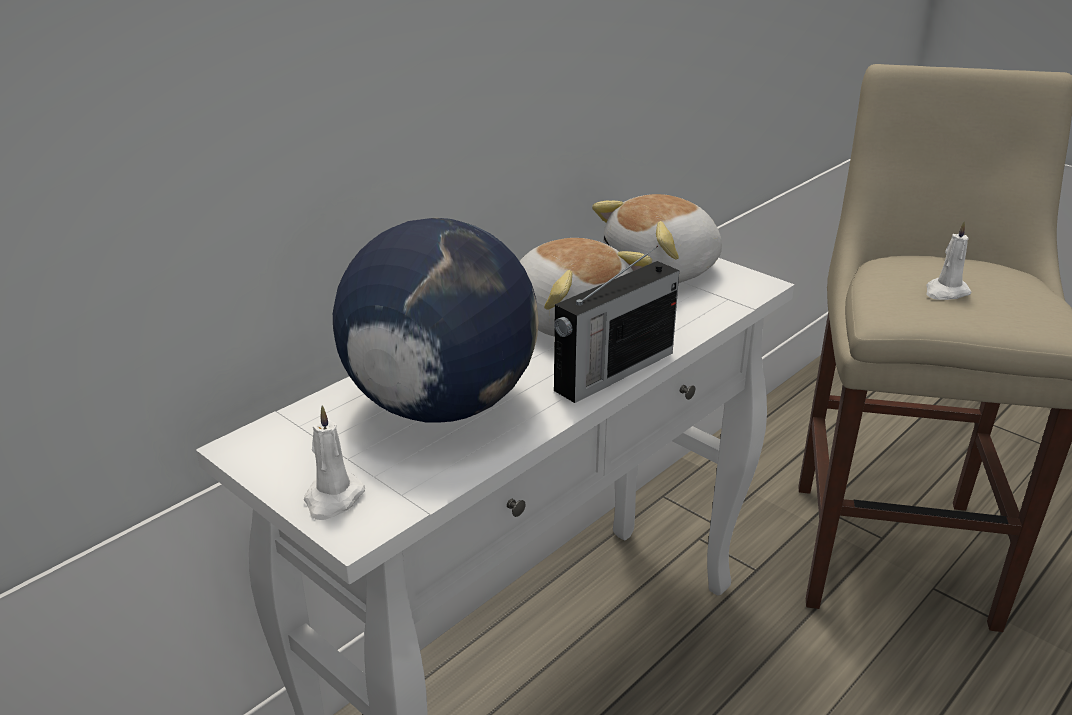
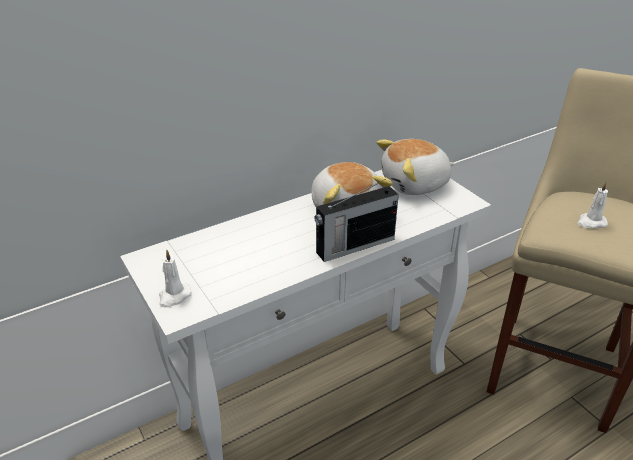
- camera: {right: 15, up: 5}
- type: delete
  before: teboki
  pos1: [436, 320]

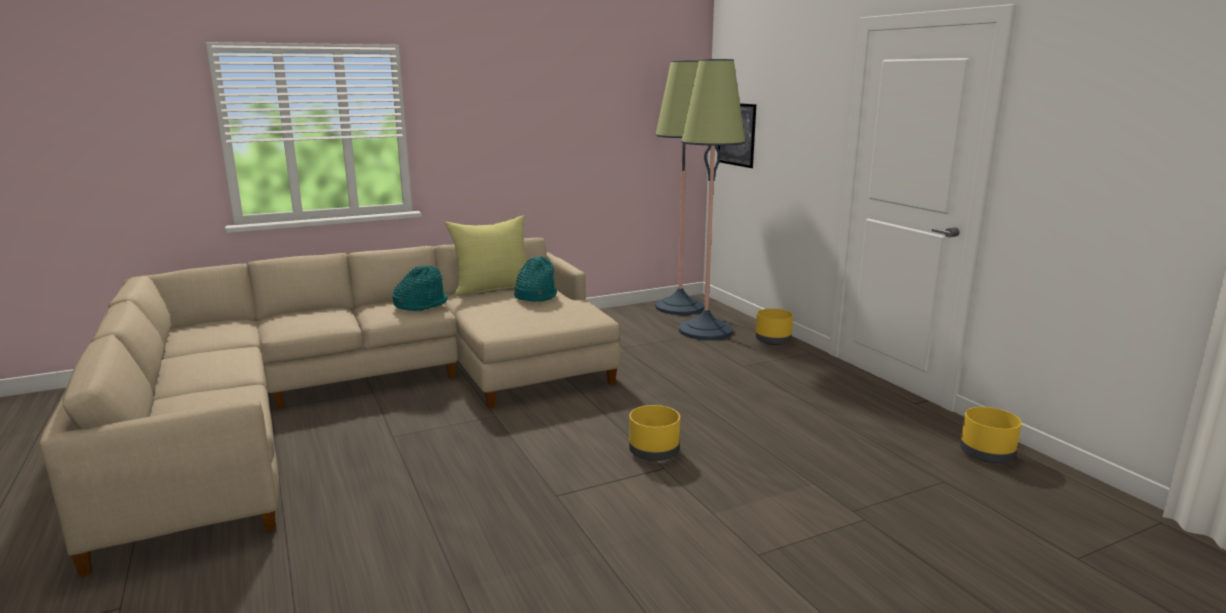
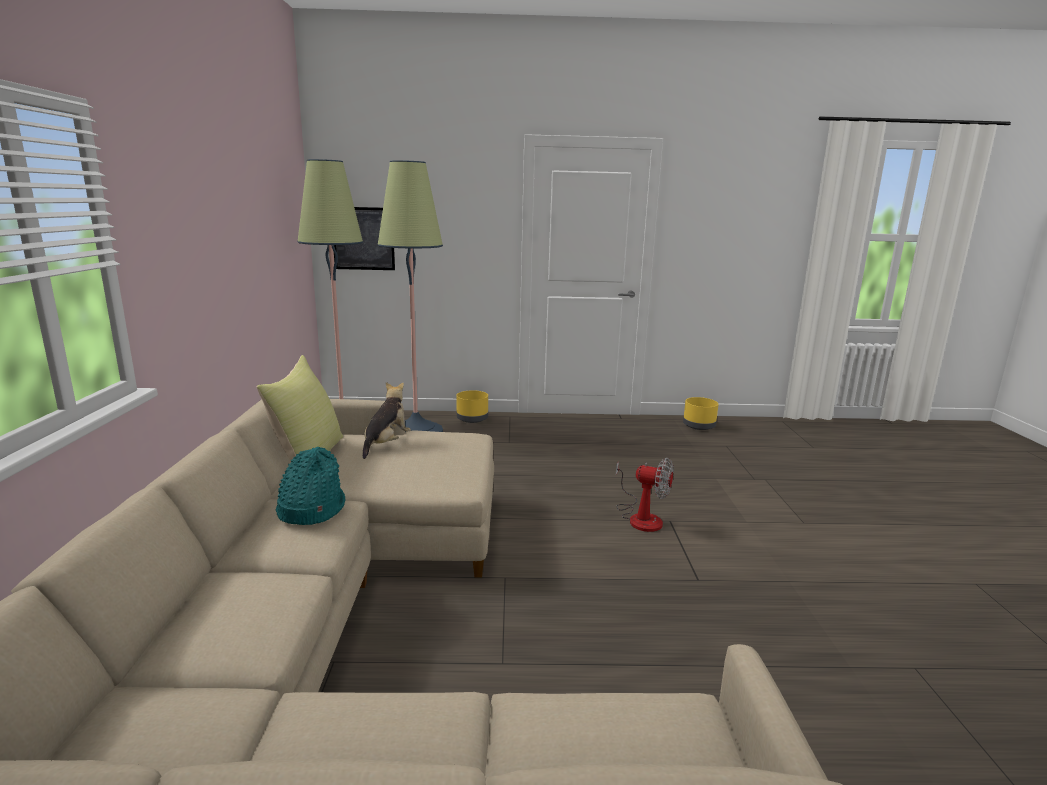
- camera: {right: -65, up: 0}
- type: replace
  before: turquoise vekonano
  after: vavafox
  pos1: [535, 278]
  pos2: [387, 420]
- type: replace
  before: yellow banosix
  after: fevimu
  pos1: [654, 433]
  pos2: [645, 495]

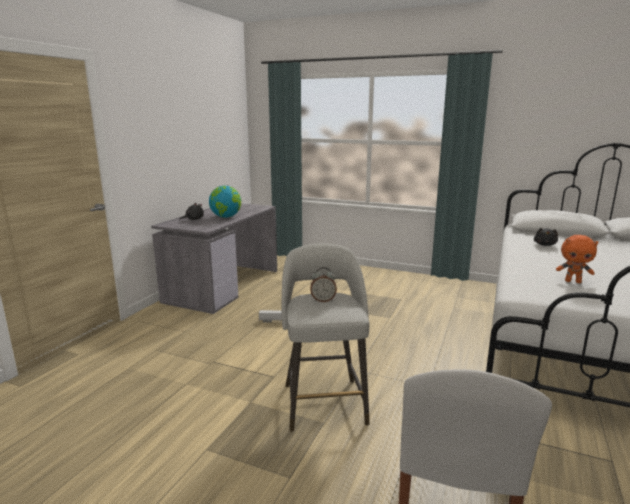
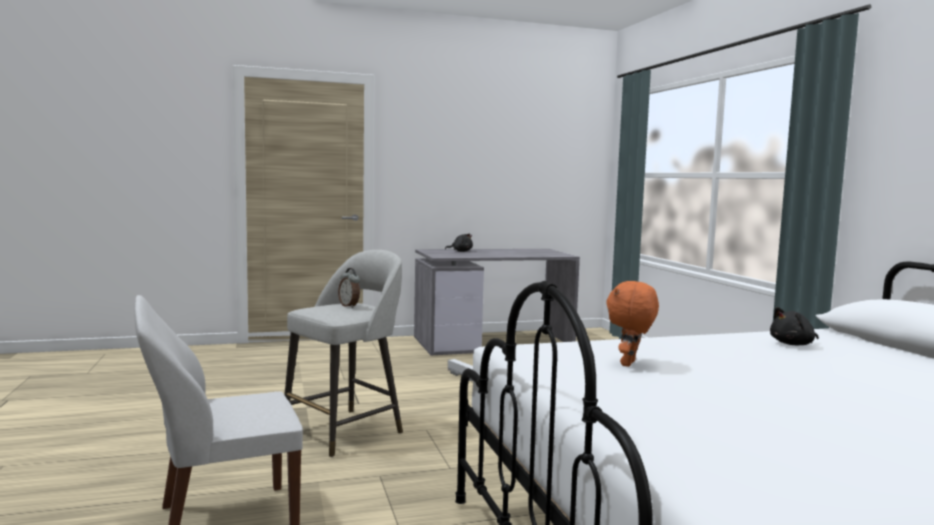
- camera: {right: 50, up: -10}
- type: delete
  before: teboki
  pos1: [225, 202]
- type: rotate
  before: orange vavafox
  pos1: [577, 259]
  pos2: [632, 324]
  turn: 45

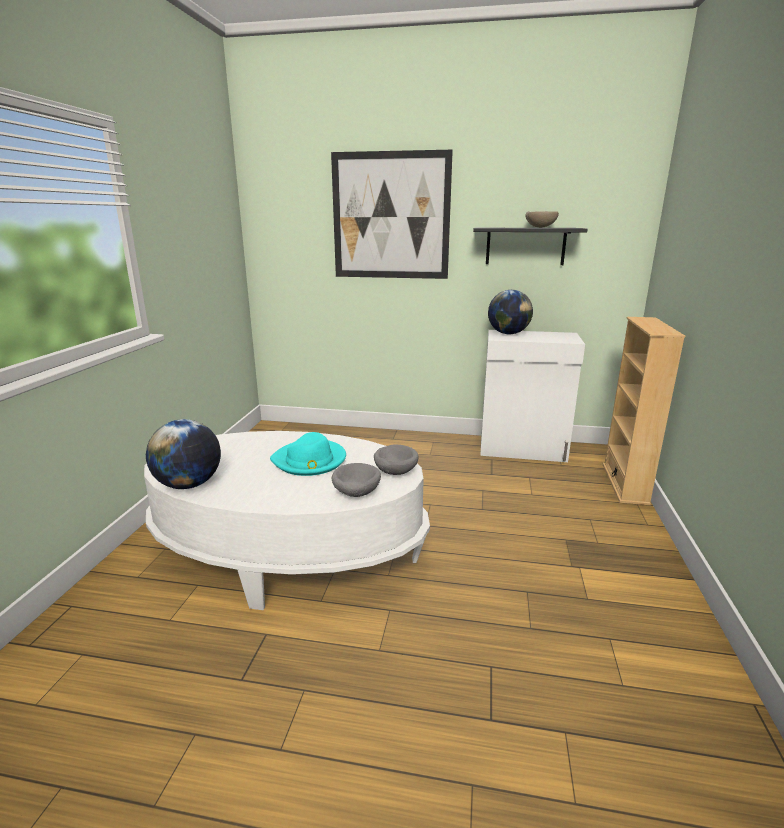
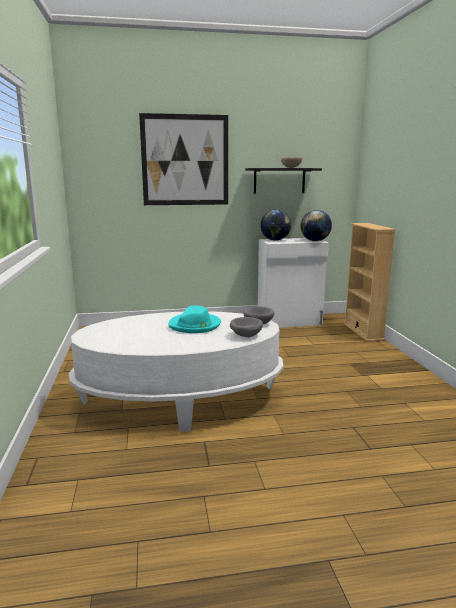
- camera: {right: -20, up: -5}
- type: move
  before: teboki
  pos1: [183, 454]
  pos2: [316, 225]

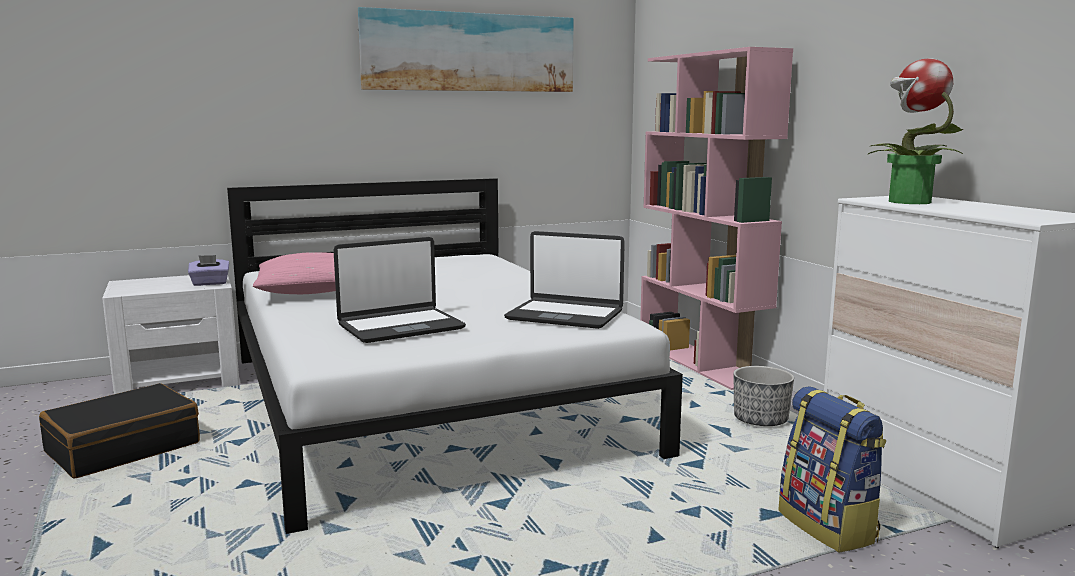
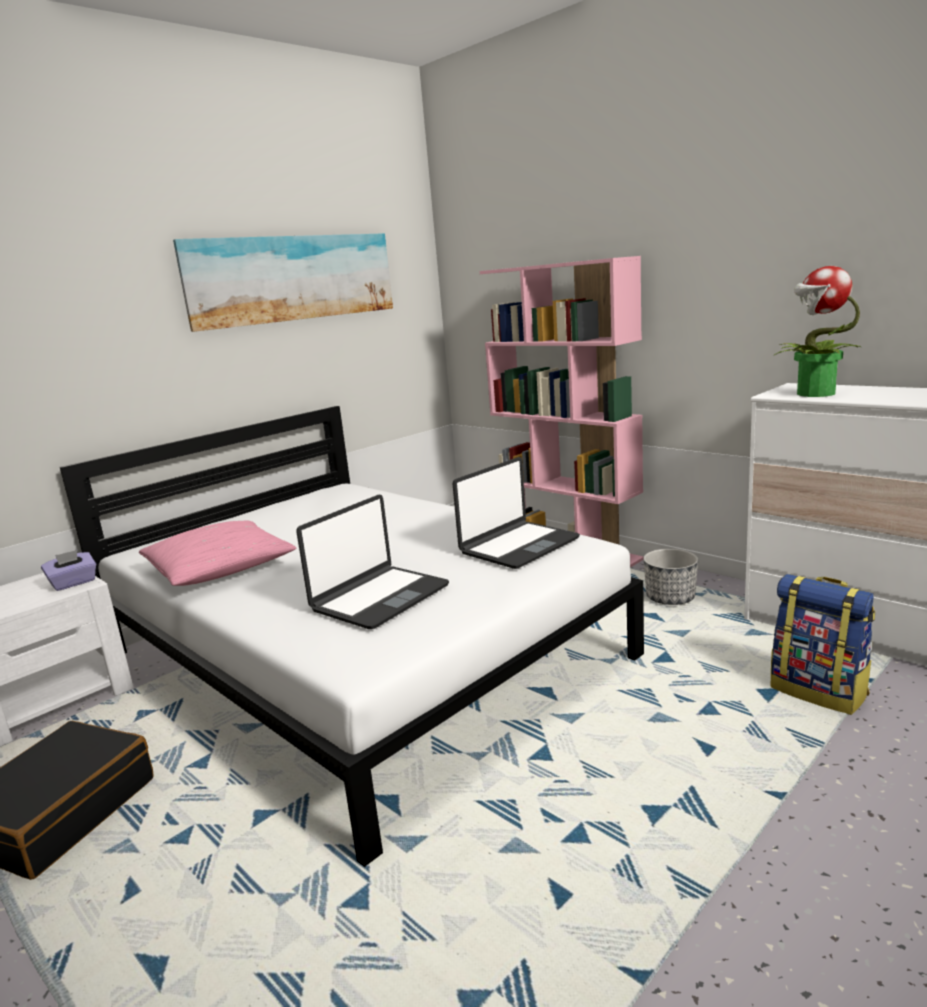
- camera: {right: -20, up: 5}
- type: rotate
  before: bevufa
  pos1: [564, 280]
  pos2: [516, 513]
  turn: -45

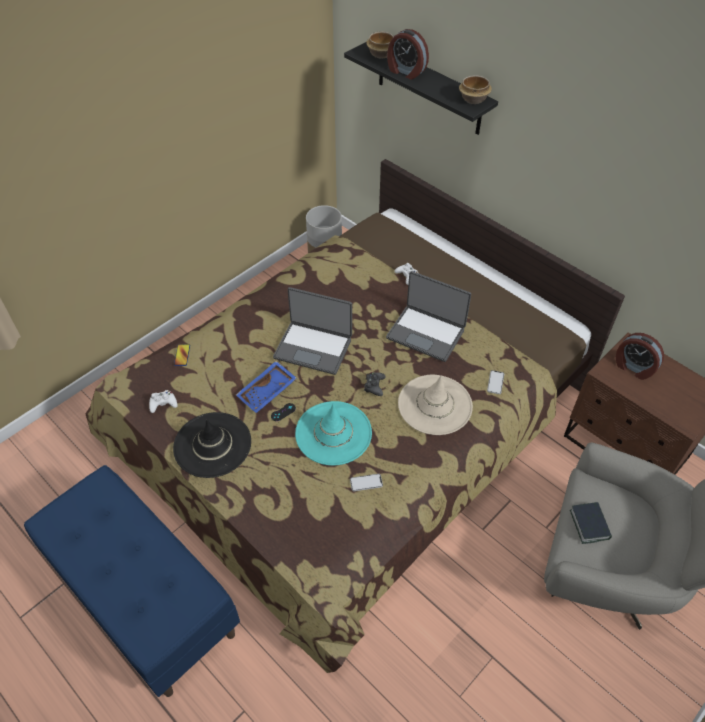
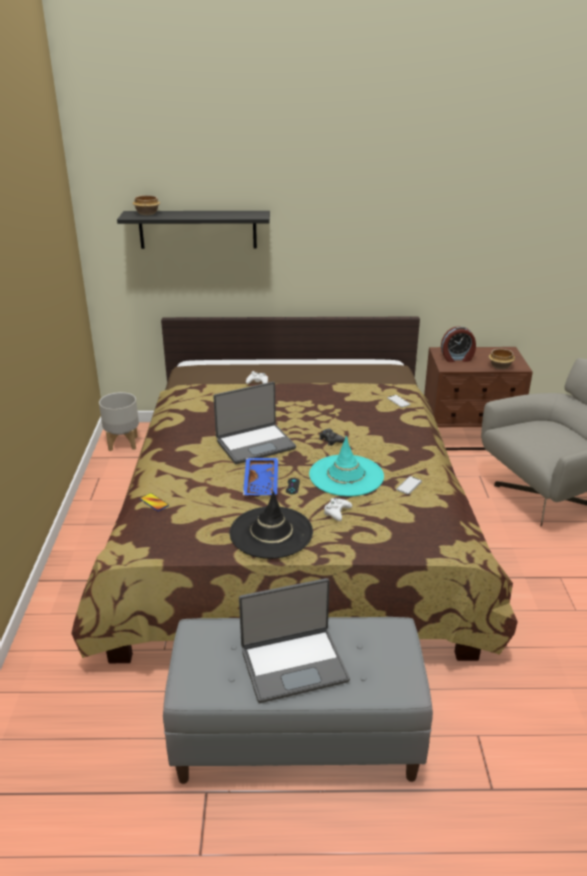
- camera: {right: -45, up: -20}
- type: delete
  before: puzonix
  pos1: [408, 54]
- type: delete
  before: beige vekonano
  pos1: [435, 404]
- type: delete
  before: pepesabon
  pos1: [591, 523]
- type: move
  before: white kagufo
  pos1: [163, 401]
  pos2: [338, 509]
- type: move
  before: bevufa
  pos1: [428, 316]
  pos2: [294, 640]
- type: move
  before: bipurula
  pos1: [475, 89]
  pos2: [502, 359]
- type: recolor
  before: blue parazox
  after: grey parazox
  pos1: [132, 581]
  pos2: [298, 700]

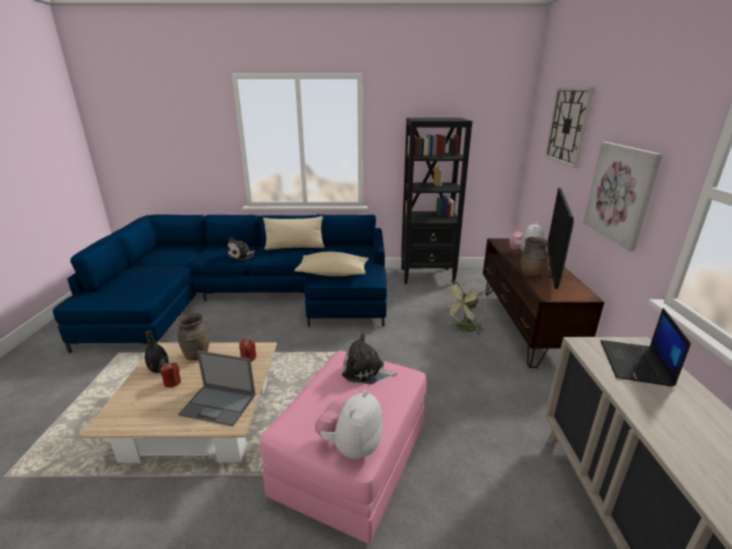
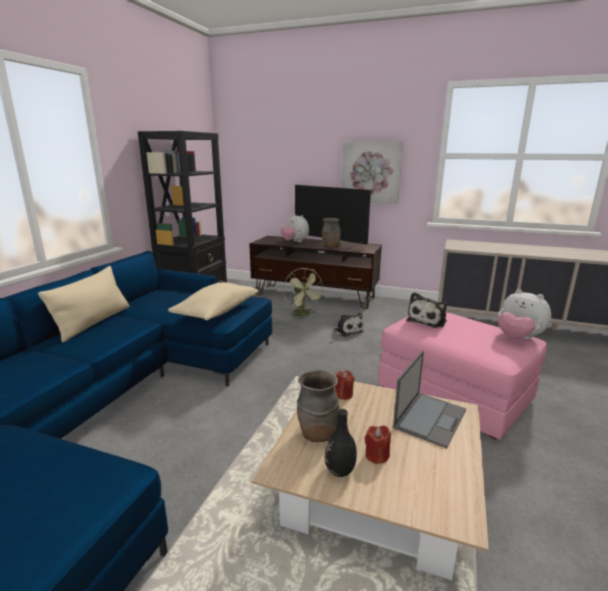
- camera: {right: -70, up: -5}
- type: delete
  before: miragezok
  pos1: [570, 127]
- type: delete
  before: bevufa
  pos1: [646, 347]
- type: move
  before: vavafox
  pos1: [241, 248]
  pos2: [349, 325]

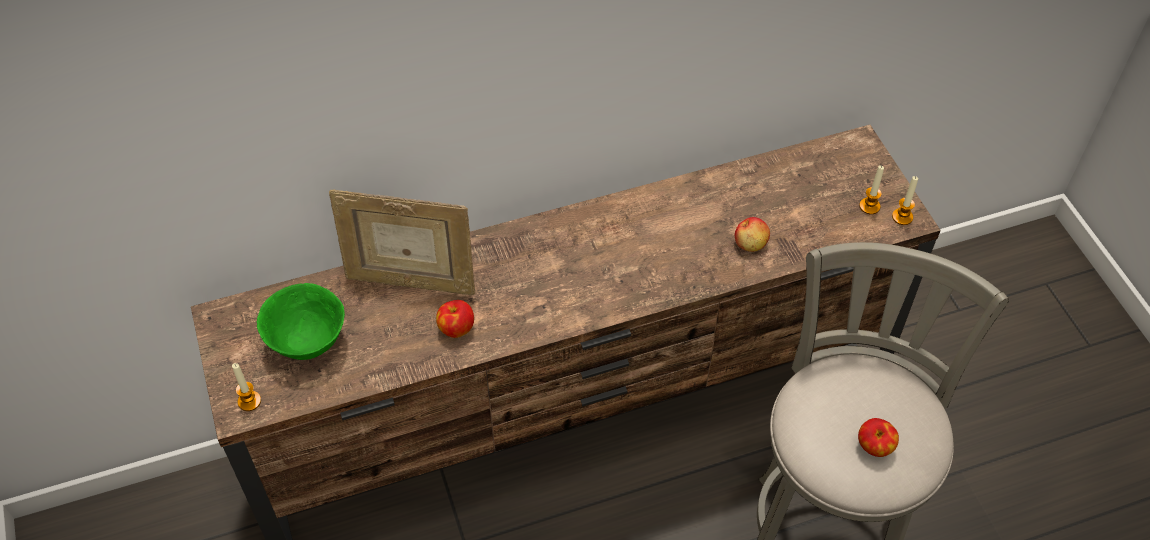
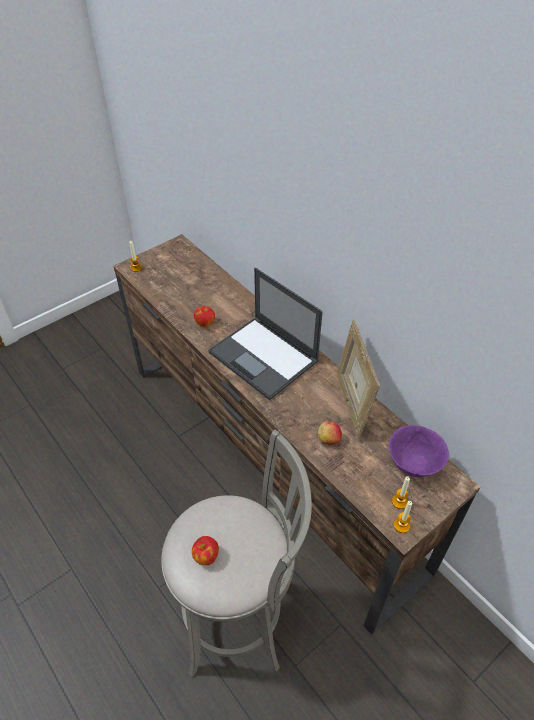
- camera: {right: 70, up: -5}
- type: delete
  before: green bipurula
  pos1: [301, 321]
- type: insert
  after: bevufa
  pos2: [265, 334]
- type: insert
  after: purple bipurula
  pos2: [419, 451]
- type: move
  before: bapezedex
  pos1: [402, 242]
  pos2: [358, 379]

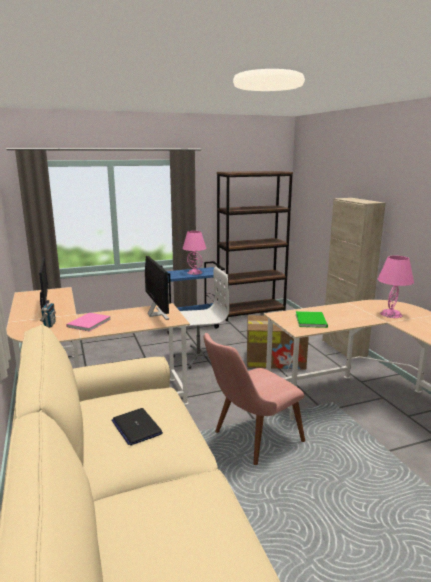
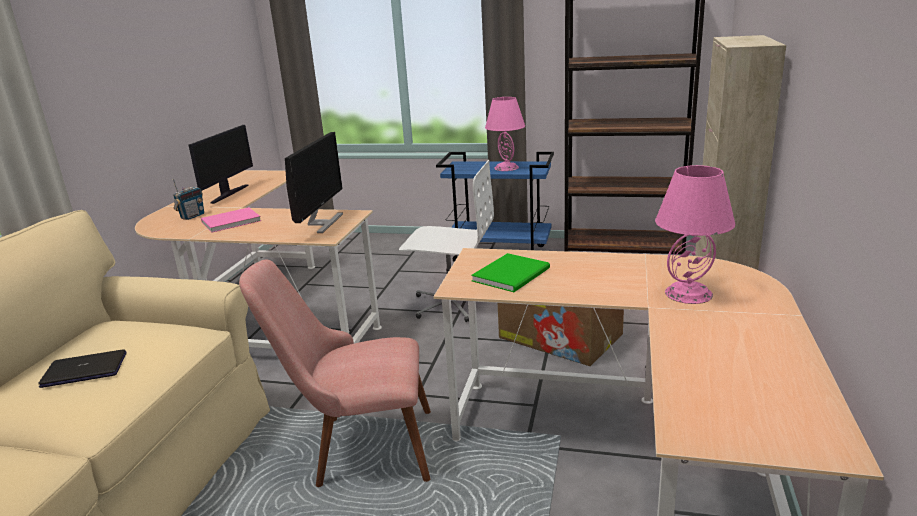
- camera: {right: 35, up: 5}
- type: rotate
  before: bevufa
  pos1: [137, 426]
  pos2: [82, 368]
  turn: 75

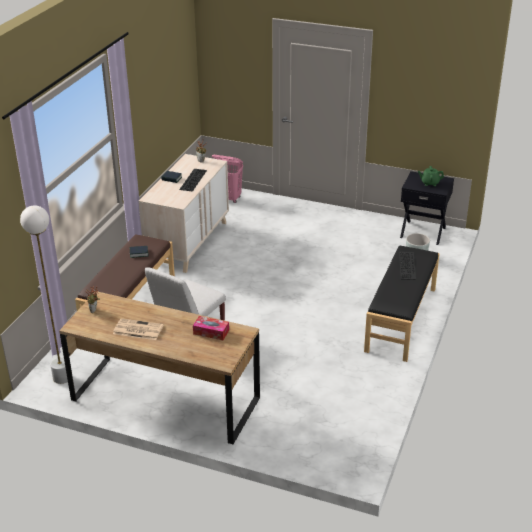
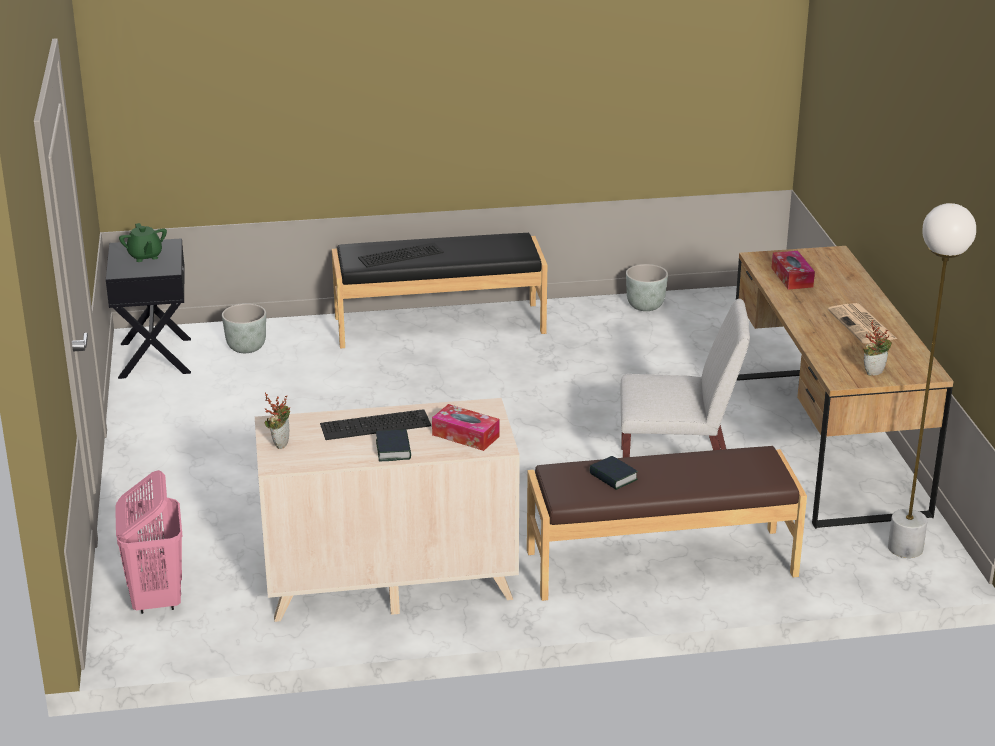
- camera: {right: -120, up: -5}
- type: insert
  after: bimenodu
  pos2: [466, 427]
- type: insert
  after: grey banosix
  pos2: [647, 287]

